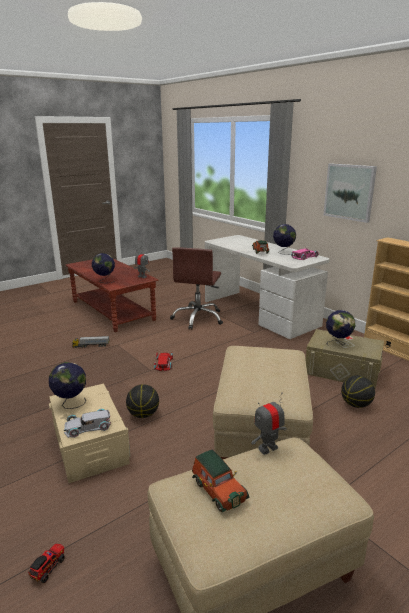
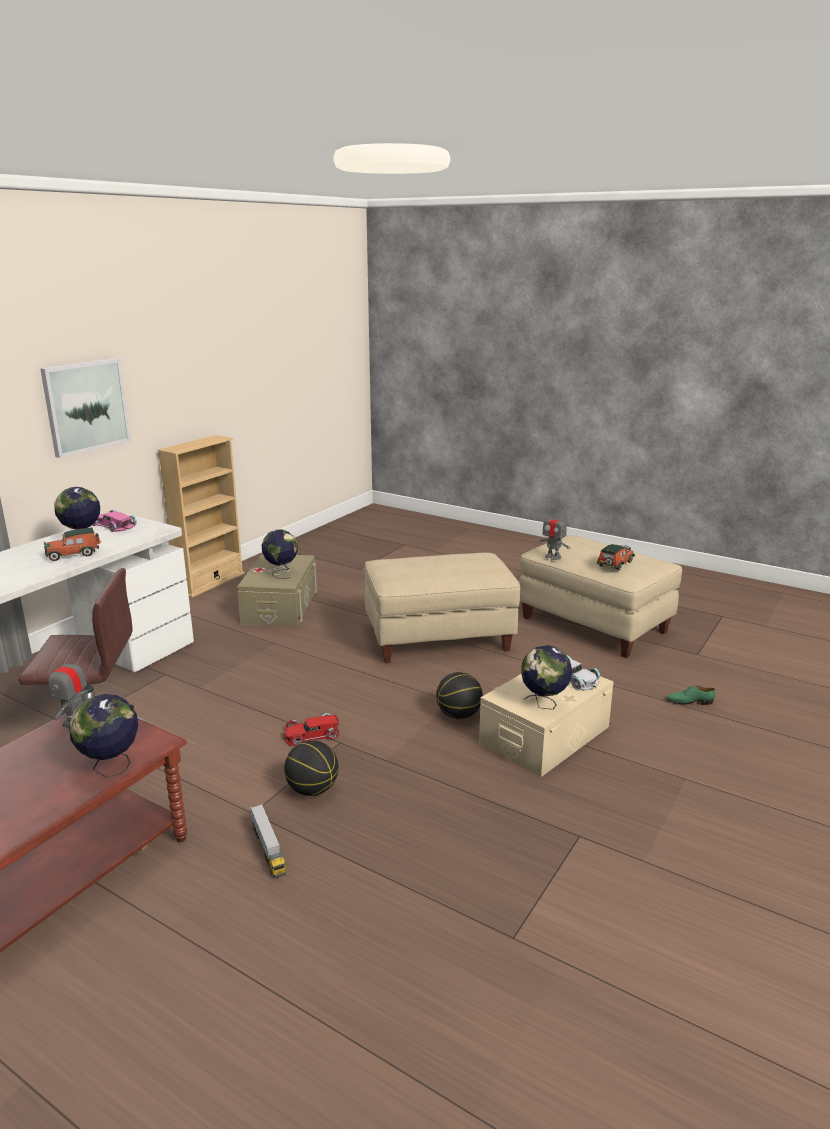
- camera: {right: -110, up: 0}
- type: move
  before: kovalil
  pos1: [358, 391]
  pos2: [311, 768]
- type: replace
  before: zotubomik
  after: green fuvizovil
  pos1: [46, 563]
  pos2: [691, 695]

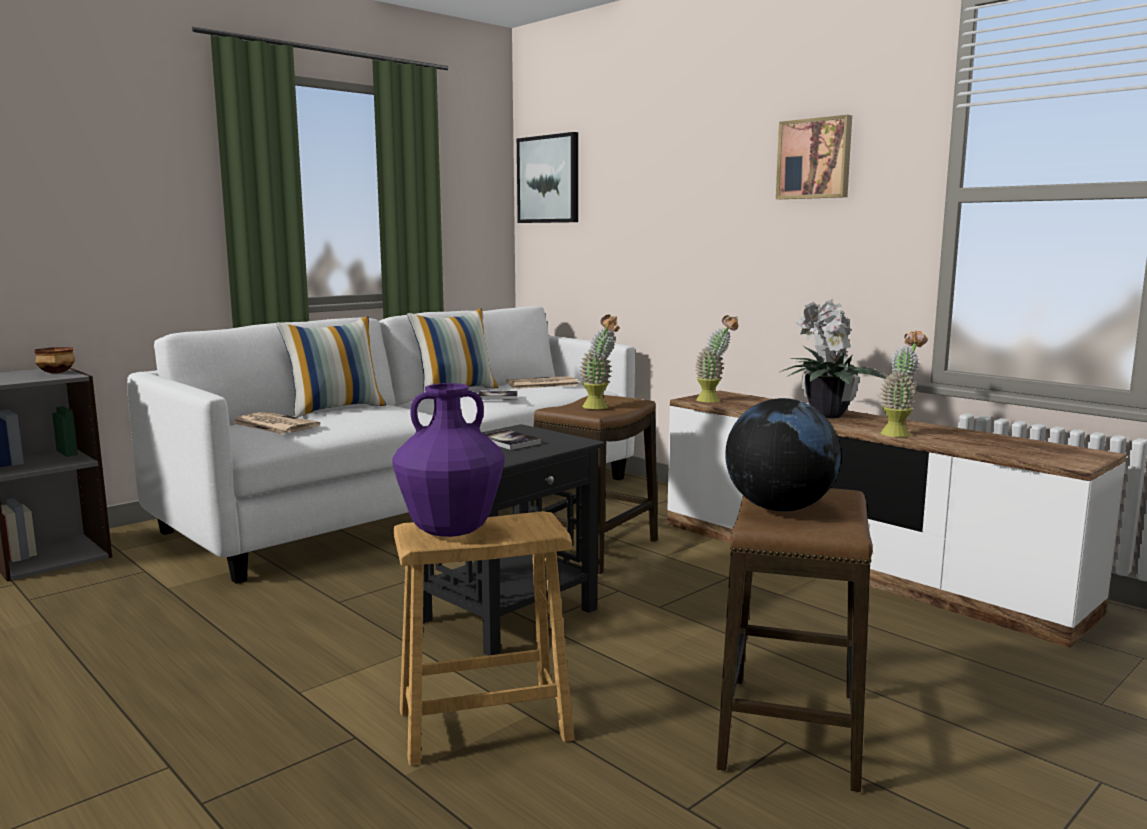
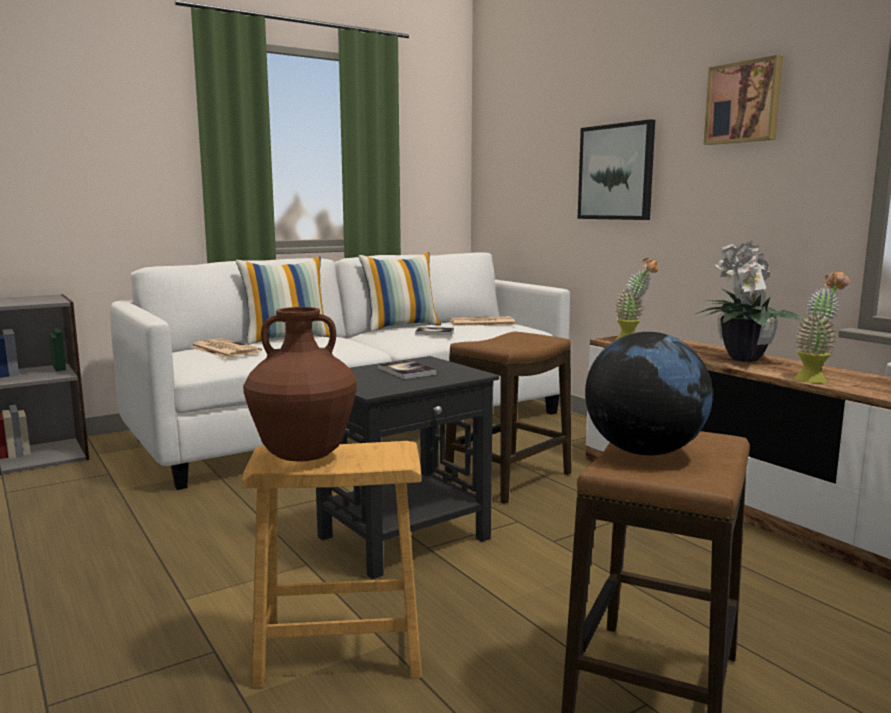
- camera: {right: 10, up: 0}
- type: delete
  before: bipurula
  pos1: [54, 360]
- type: delete
  before: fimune
  pos1: [599, 362]
- type: move
  before: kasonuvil
  pos1: [547, 177]
  pos2: [616, 169]
- type: recolor
  before: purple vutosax
  after: brown vutosax
  pos1: [448, 460]
  pos2: [300, 384]

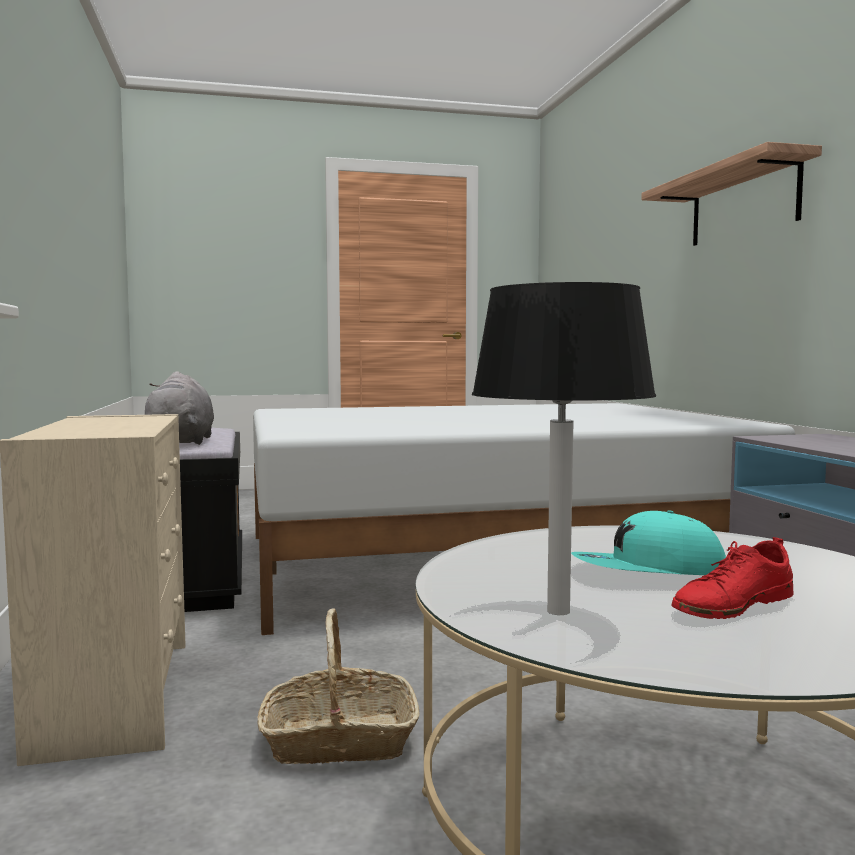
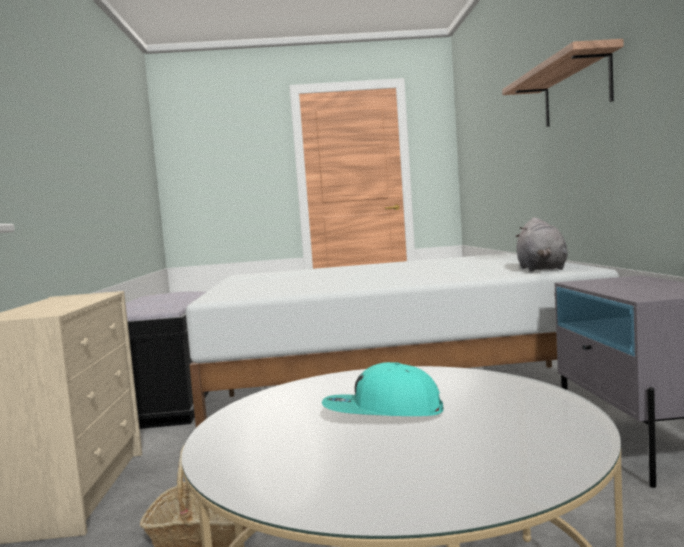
- camera: {right: 10, up: 0}
- type: delete
  before: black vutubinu
  pos1: [564, 448]
- type: delete
  before: red fuvizovil
  pos1: [732, 578]
- type: move
  before: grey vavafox
  pos1: [179, 408]
  pos2: [541, 244]

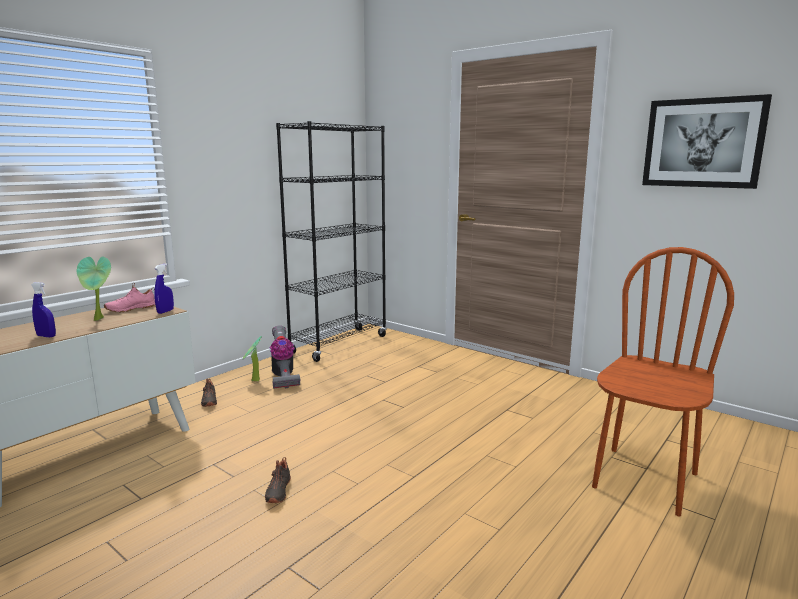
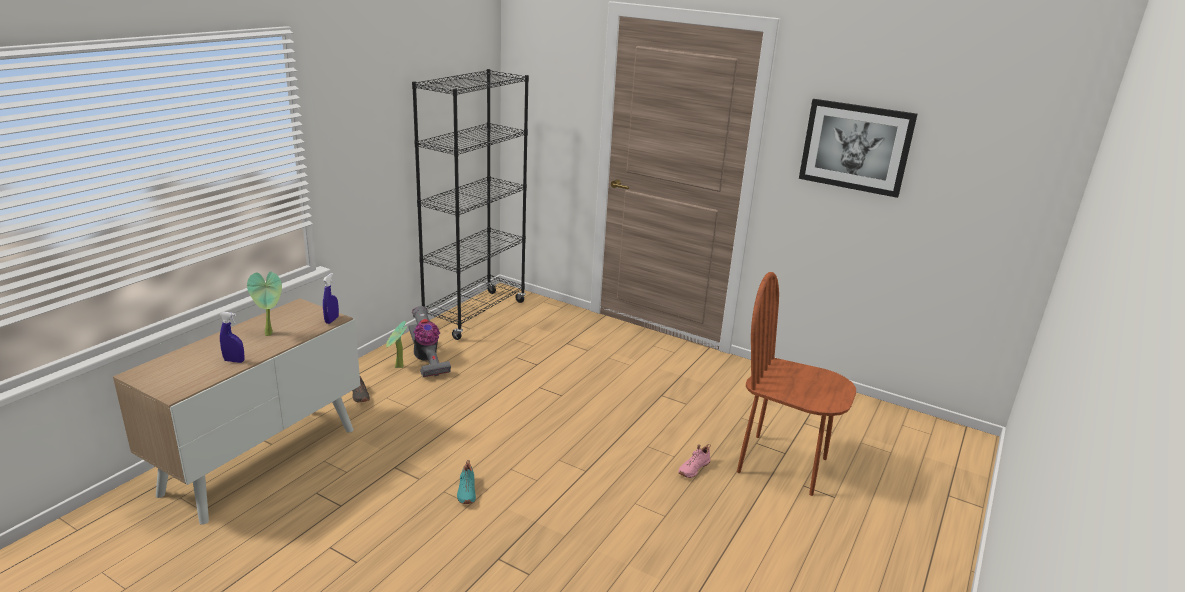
- camera: {right: -10, up: 10}
- type: move
  before: pink fuvizovil
  pos1: [129, 297]
  pos2: [695, 461]
- type: recolor
  before: black fuvizovil
  after: turquoise fuvizovil
  pos1: [278, 480]
  pos2: [466, 482]
- type: rotate
  before: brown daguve
  pos1: [663, 382]
  pos2: [796, 384]
  turn: -90

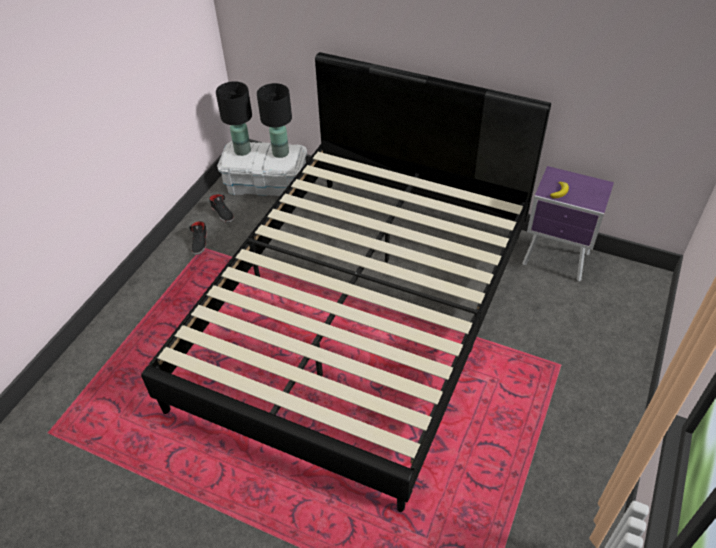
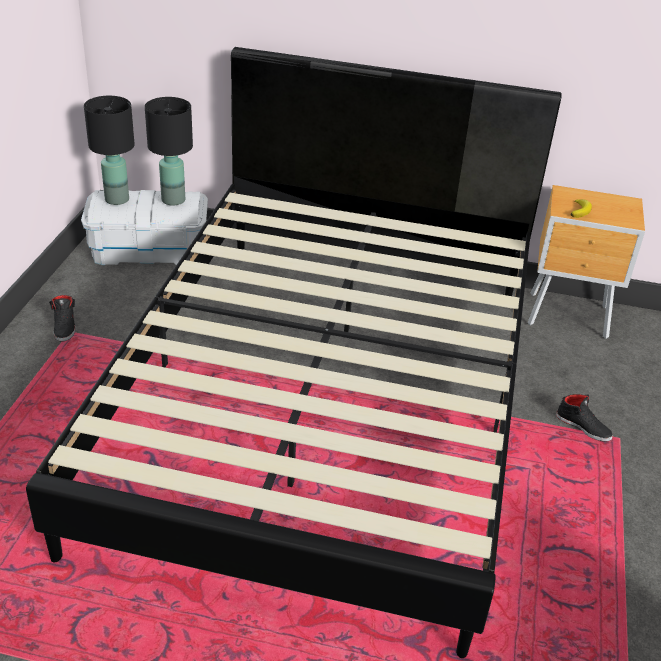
- camera: {right: -15, up: -10}
- type: move
  before: black fuvizovil
  pos1: [221, 208]
  pos2: [584, 417]
- type: recolor
  before: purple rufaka
  after: brown rufaka
  pos1: [568, 223]
  pos2: [586, 262]

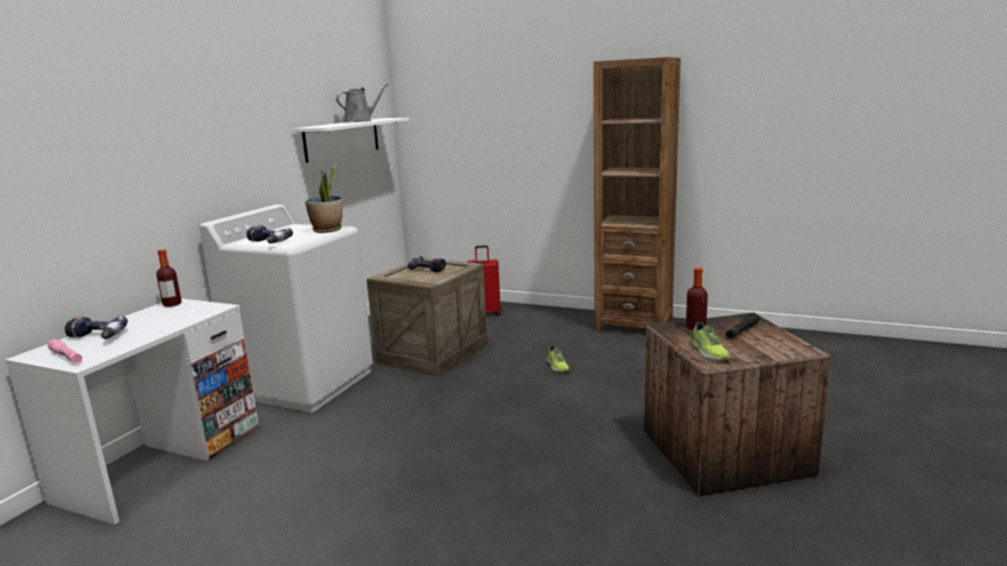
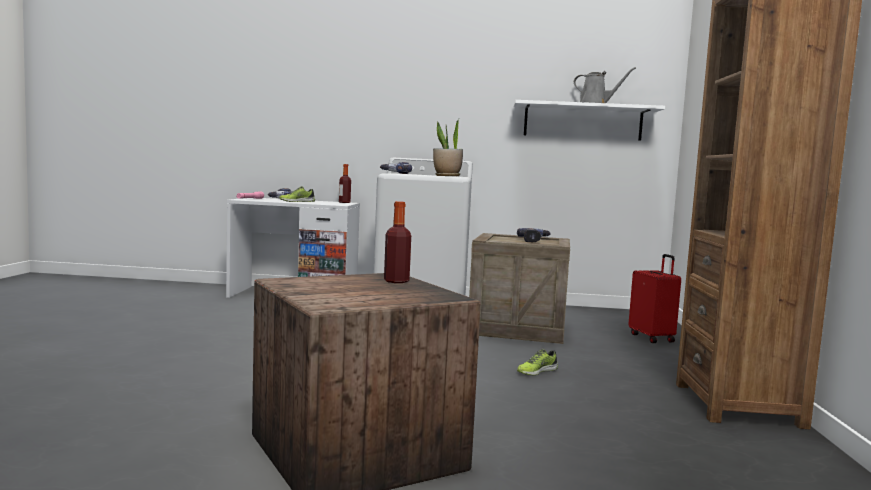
- camera: {right: 70, up: -10}
- type: delete
  before: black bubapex
  pos1: [742, 326]
- type: move
  before: fuvizovil
  pos1: [710, 341]
  pos2: [297, 194]

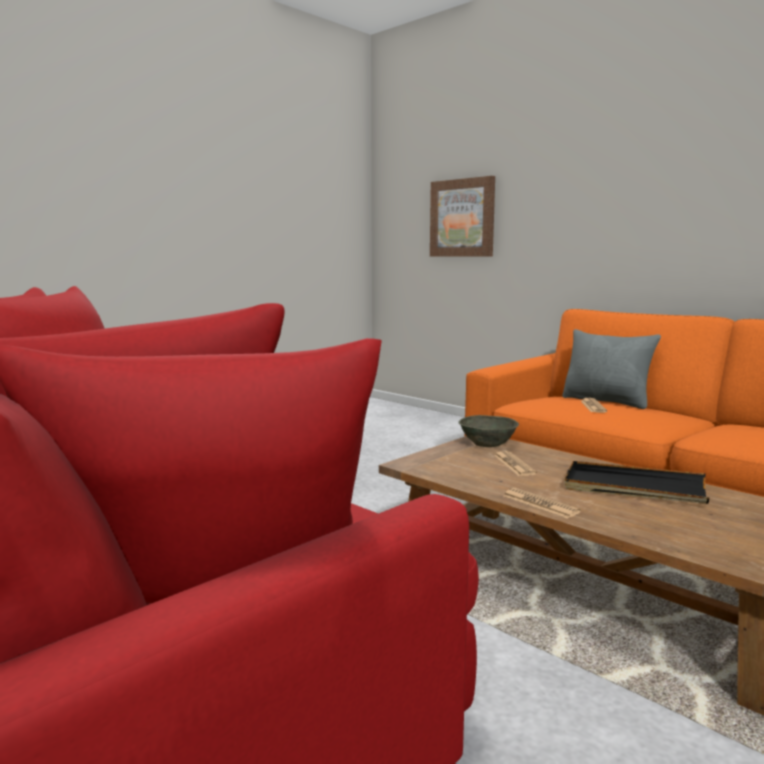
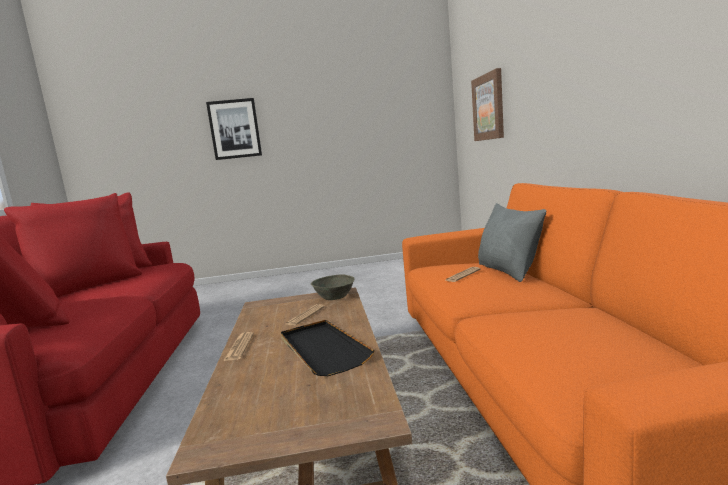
- camera: {right: 40, up: 0}
- type: insert
  after: kasonuvil
  pos2: [234, 129]

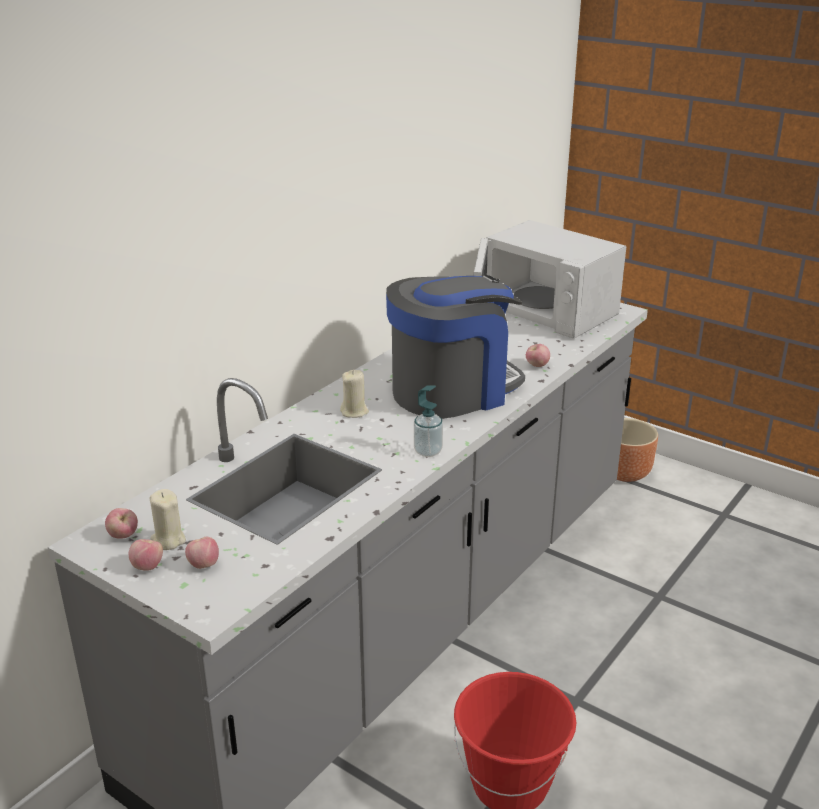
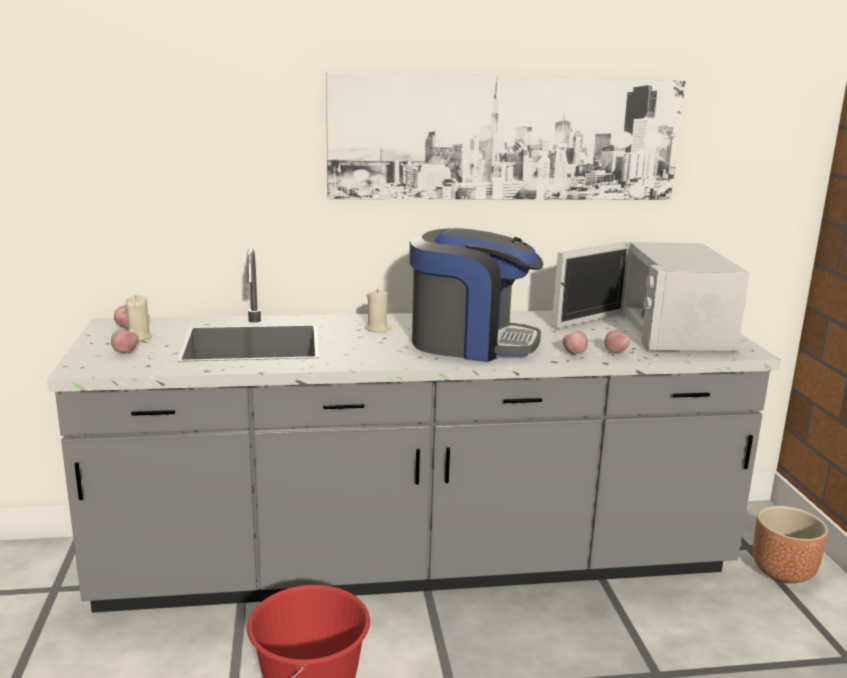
- camera: {right: 45, up: -10}
- type: delete
  before: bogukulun
  pos1: [428, 421]
- type: insert
  after: kasonuvil
  pos2: [505, 136]
- type: move
  before: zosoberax
  pos1: [146, 555]
  pos2: [617, 342]

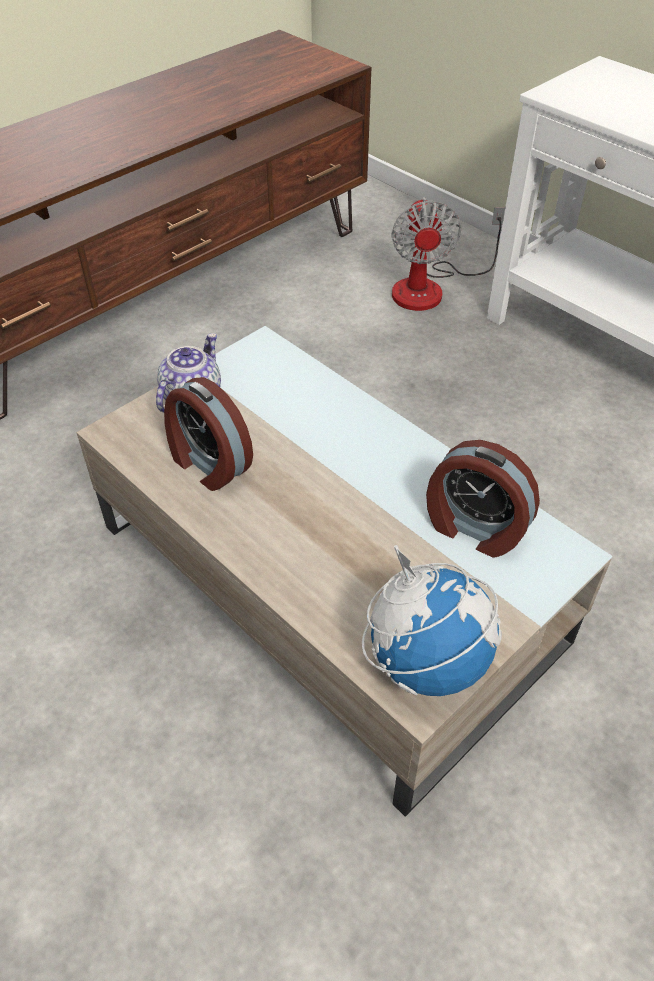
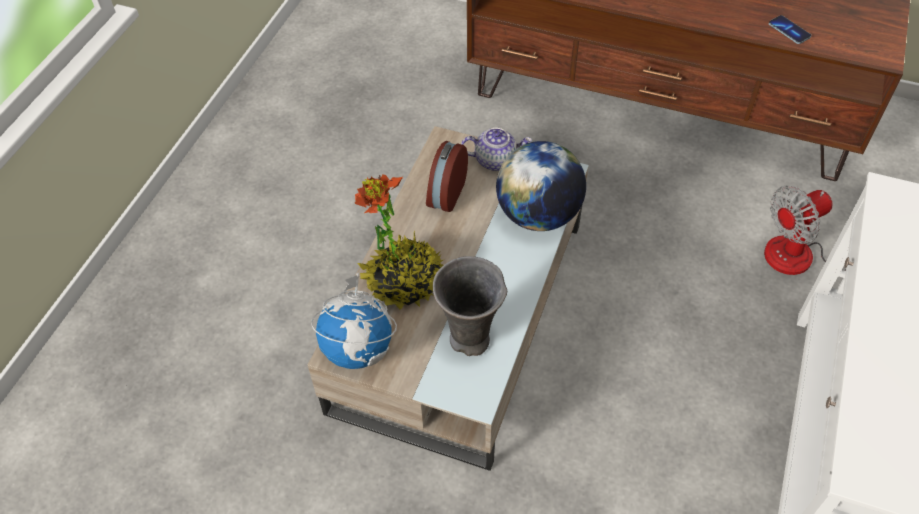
- camera: {right: 65, up: 5}
- type: insert
  after: fimune
  pos2: [399, 241]
- type: insert
  after: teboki
  pos2: [541, 186]
- type: insert
  after: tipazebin
  pos2: [790, 29]
- type: replace
  before: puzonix
  after: grey vutosax
  pos1: [483, 499]
  pos2: [470, 306]

